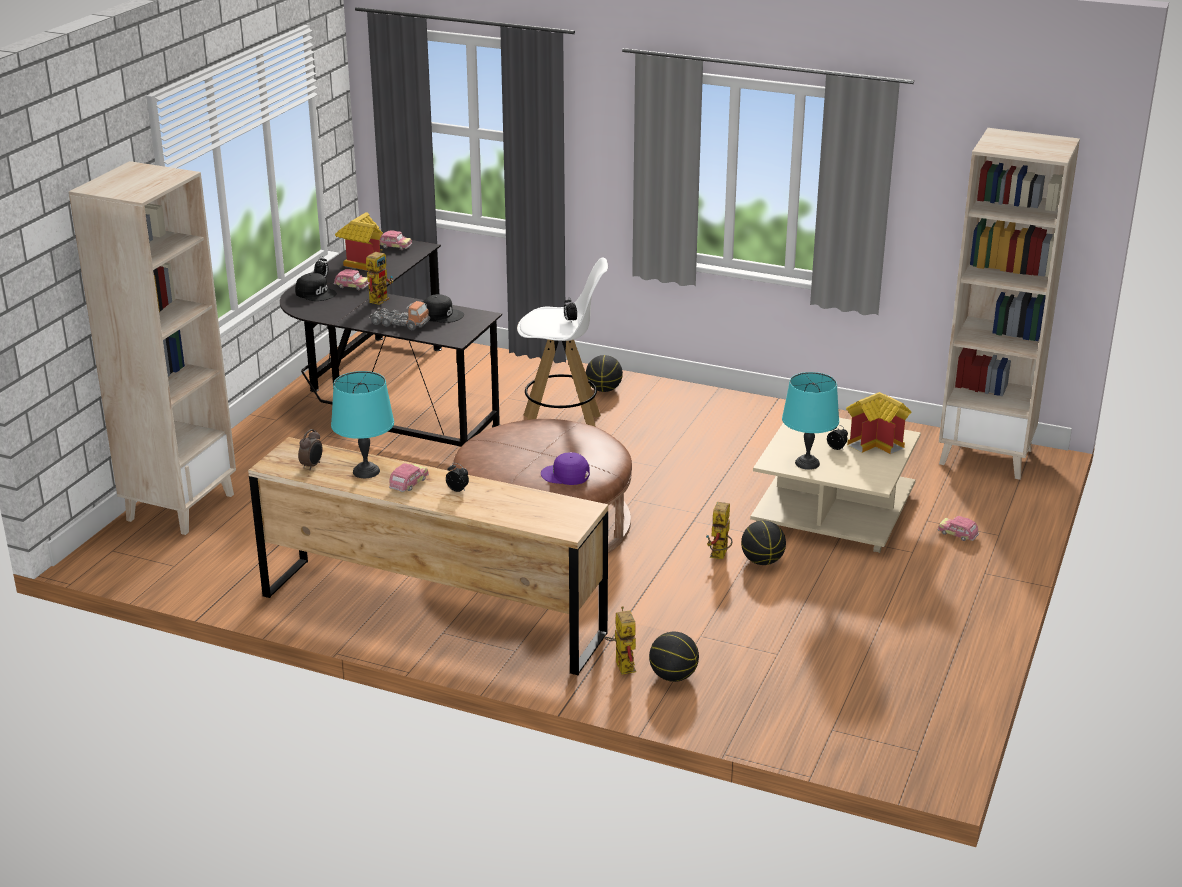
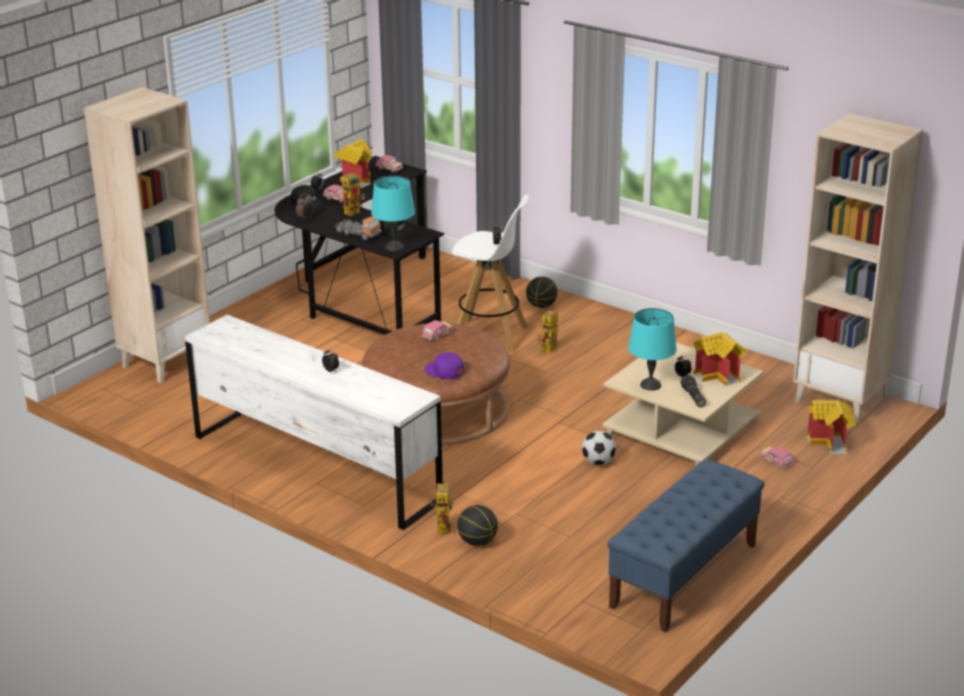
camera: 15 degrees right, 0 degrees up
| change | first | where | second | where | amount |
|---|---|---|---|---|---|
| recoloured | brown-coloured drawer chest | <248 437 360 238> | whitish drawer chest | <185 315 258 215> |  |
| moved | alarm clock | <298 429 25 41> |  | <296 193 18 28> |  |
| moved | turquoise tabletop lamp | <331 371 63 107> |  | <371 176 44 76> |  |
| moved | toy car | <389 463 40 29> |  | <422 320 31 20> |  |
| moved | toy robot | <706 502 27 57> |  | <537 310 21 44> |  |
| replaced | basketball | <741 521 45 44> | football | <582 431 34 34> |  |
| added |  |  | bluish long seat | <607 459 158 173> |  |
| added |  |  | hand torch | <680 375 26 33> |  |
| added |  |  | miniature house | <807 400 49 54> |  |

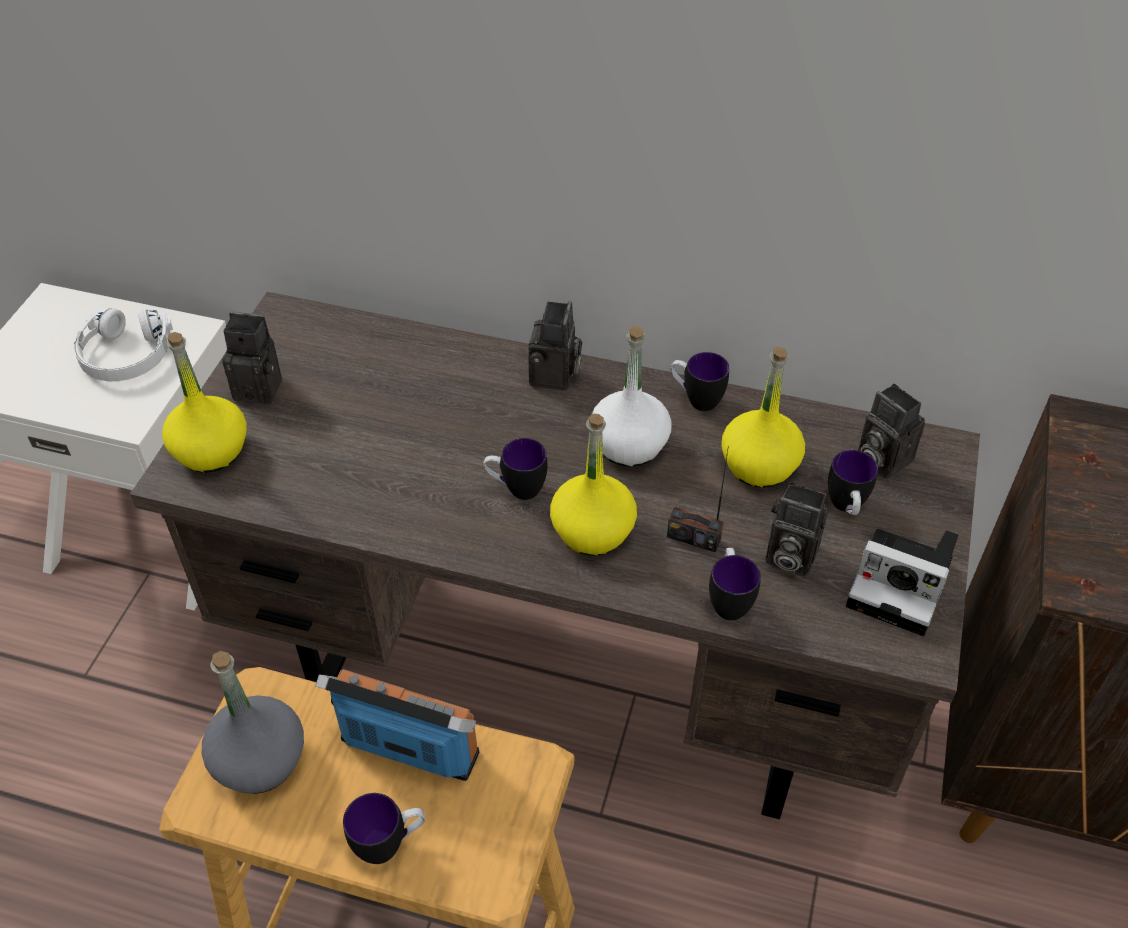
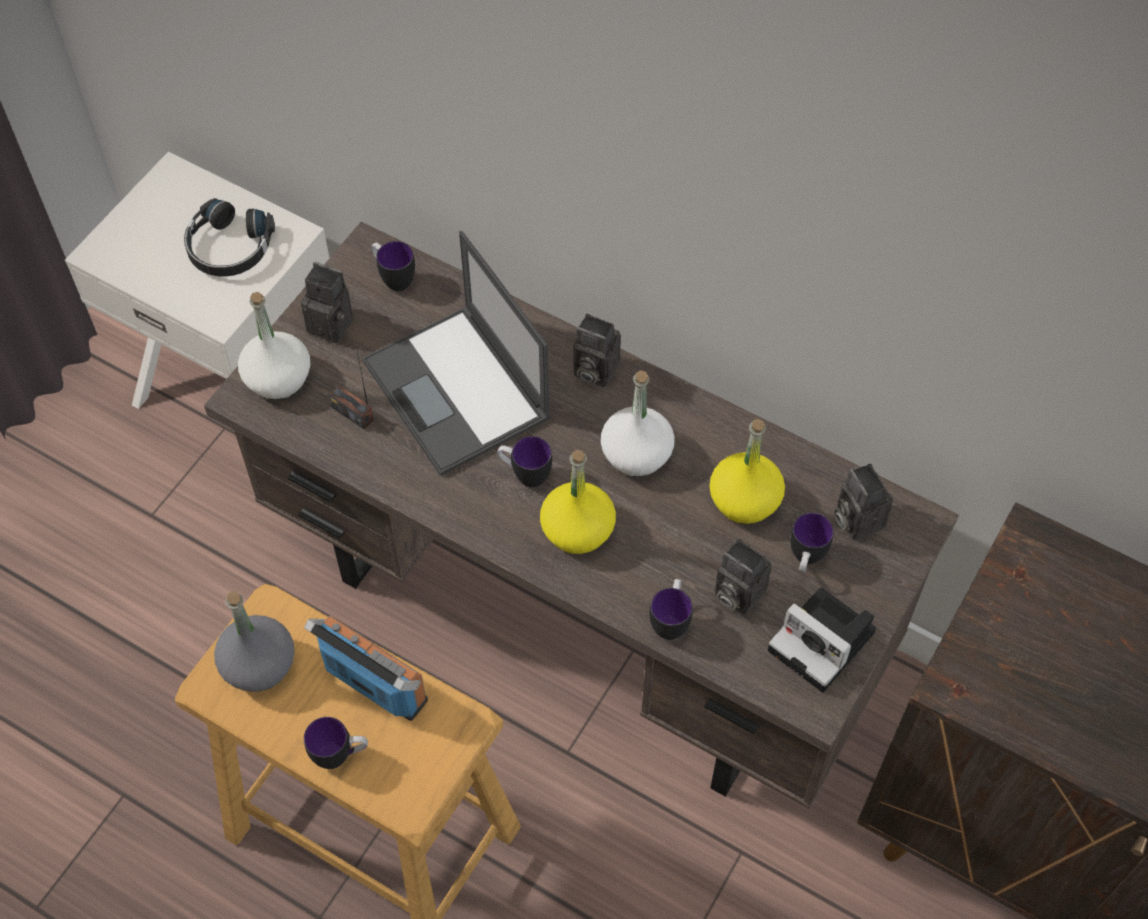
camera: 15 degrees right, 10 degrees up
| change | first | where | second | where | amount |
|---|---|---|---|---|---|
| recoloured | whitish headphones | <74 308 99 73> | blackish headphones | <184 198 91 79> |  |
| recoloured | yellow-coloured beverage bottle | <162 332 85 141> | whitish beverage bottle | <238 292 72 108> |  |
| turned | photo camera | <529 301 53 90> |  | <573 314 48 74> | 90 degrees clockwise |
| moved | radio receiver | <667 446 62 106> |  | <329 352 45 78> |  |
| moved | mug | <670 352 59 59> |  | <371 241 44 50> |  |
| added |  |  | portable computer | <362 231 189 245> |  |

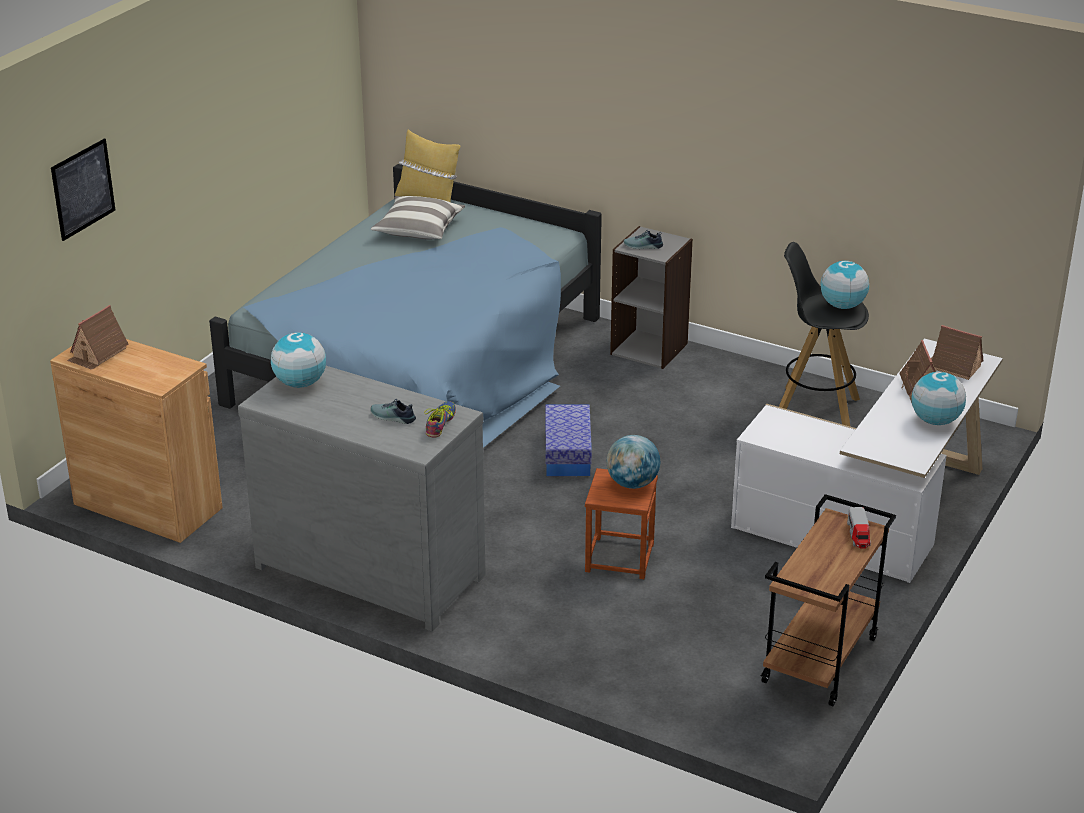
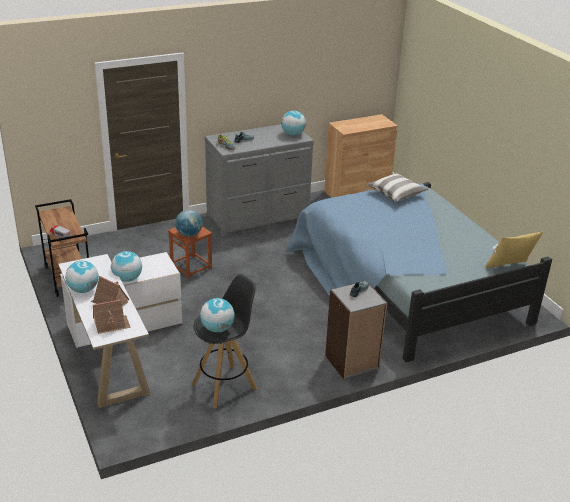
camera: 125 degrees right, 0 degrees up
| change | first | where | second | where | amount |
|---|---|---|---|---|---|
| removed | picture | <51 139 64 102> |  |  |  |
| removed | miniature house | <67 305 61 65> |  |  |  |
| moved | pillow | <371 196 94 43> |  | <366 173 62 29> |  |
| removed | storage container | <545 405 47 71> |  |  |  |
| added |  |  | desk globe | <111 251 31 31> |  |

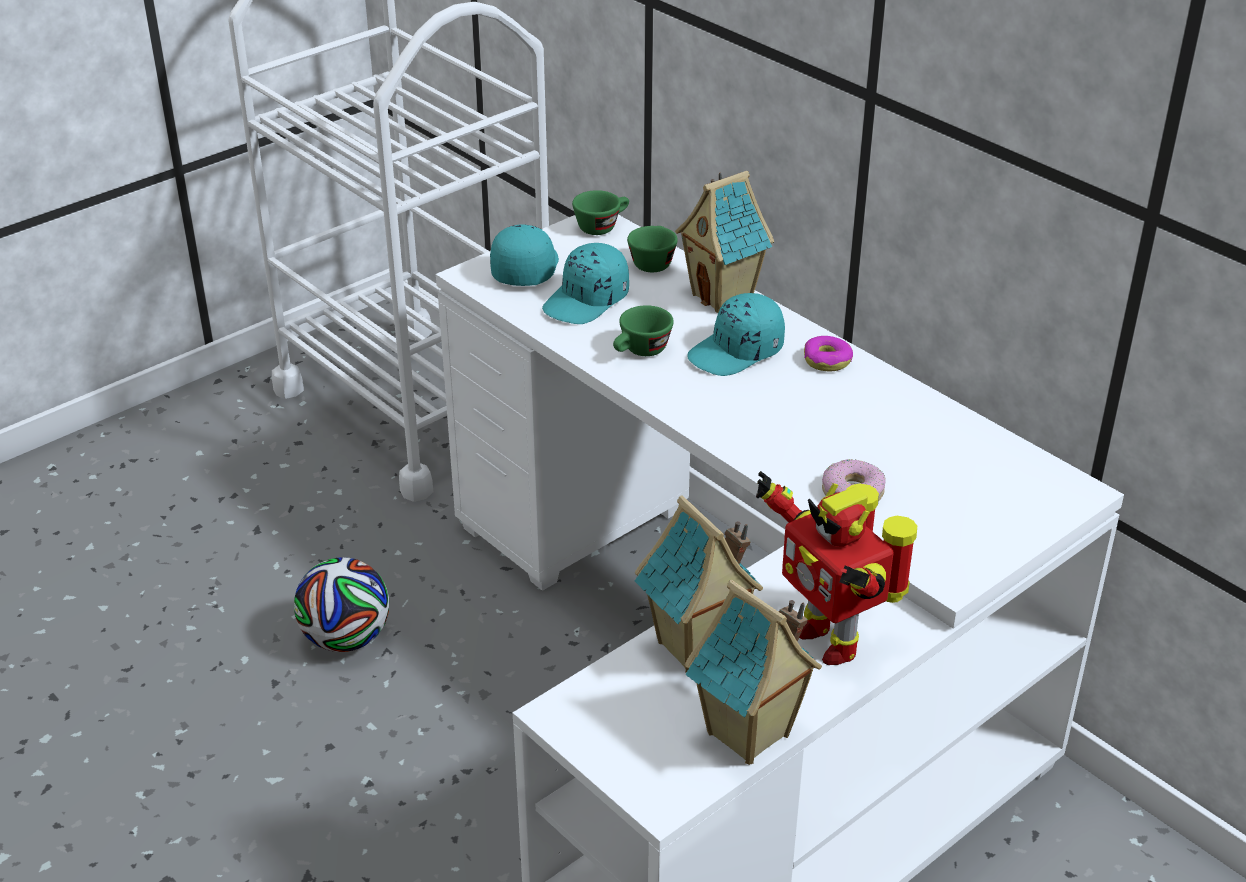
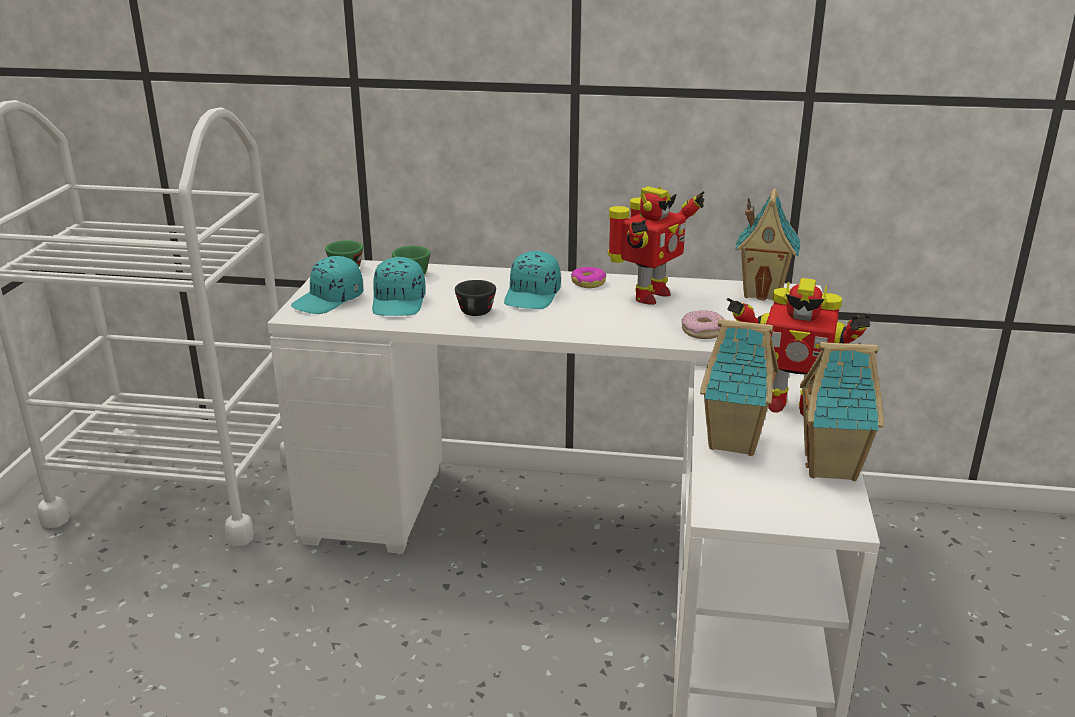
camera: 40 degrees left, 10 degrees down
| change | first | where | second | where | amount |
|---|---|---|---|---|---|
| removed | football | <294 557 95 95> |  |  |  |
| turned | turquoise cap | <490 225 69 61> |  | <291 256 72 58> | 105 degrees counterclockwise |
| recoloured | greenish small cup | <613 305 61 51> | blackish small cup | <455 280 41 36> |  |
| moved | miniature house | <675 171 99 142> |  | <735 188 65 113> |  |
| added |  |  | toy robot | <608 186 97 119> |  |

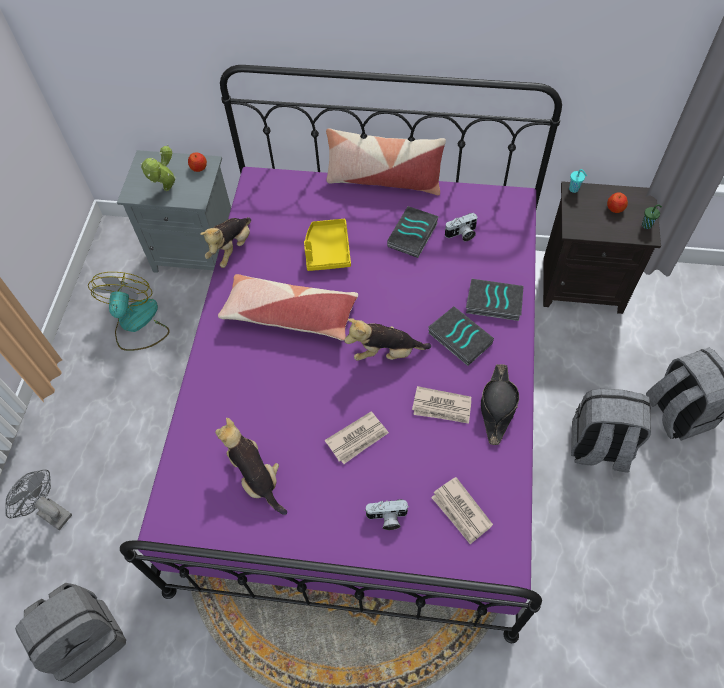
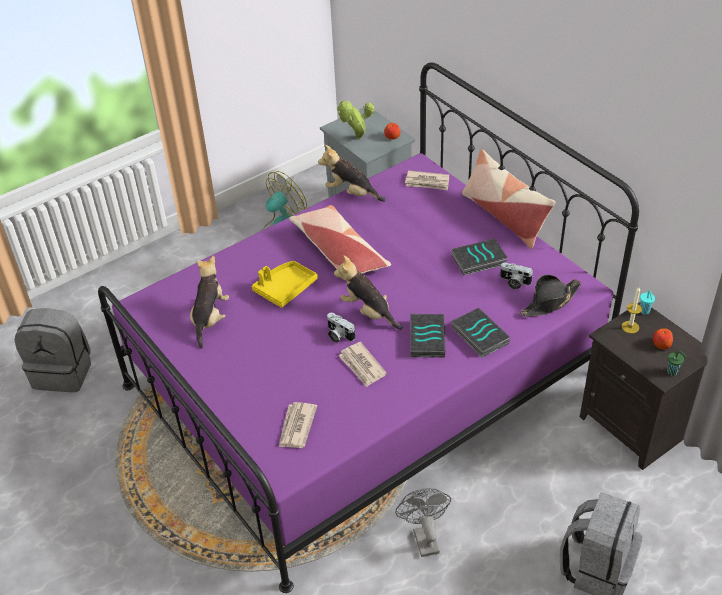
camera: 45 degrees right, 15 degrees down
| change | first | where | second | where | amount |
|---|---|---|---|---|---|
| moved | gray fan | <5 469 67 61> |  | <395 488 56 69> |  |
| turned | soft toy | <200 217 51 51> |  | <318 145 68 57> | 45 degrees clockwise |
| moved | yellow-coloured tray | <304 219 47 52> |  | <252 261 66 47> |  |
| moved | newspaper | <324 411 65 53> |  | <405 170 44 20> |  |
| moved | photo camera | <364 499 45 31> |  | <327 313 28 30> |  |
| moved | blackish clothing hat | <481 364 38 81> |  | <520 275 61 42> |  |
| removed | gray knapsack | <571 389 80 84> |  |  |  |
| added |  |  | wax light | <622 287 20 47> |  |

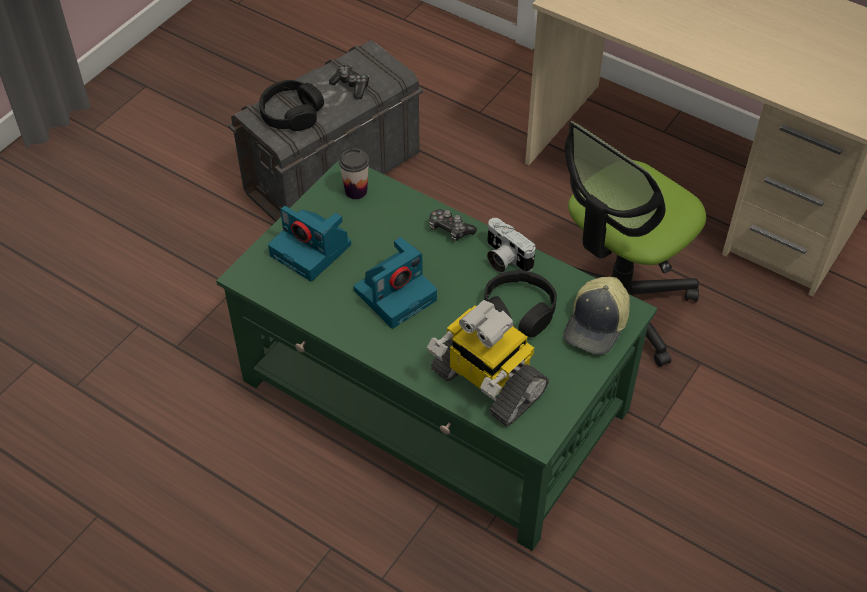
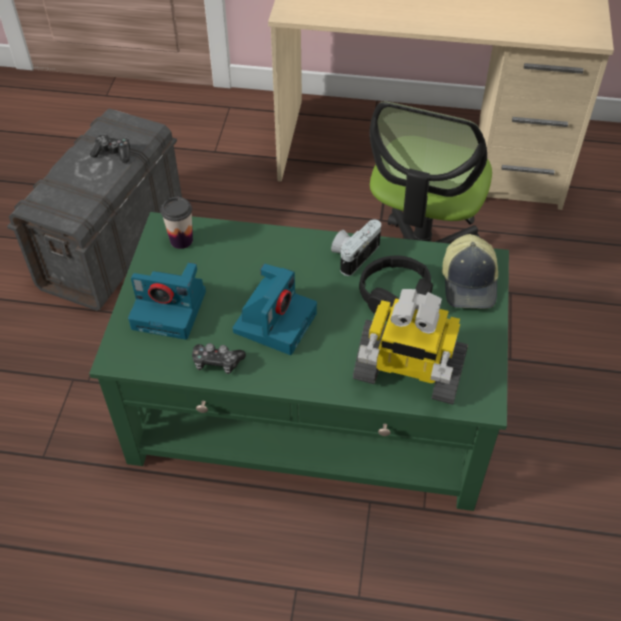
camera: 25 degrees left, 0 degrees up
| change | first | where | second | where | amount |
|---|---|---|---|---|---|
| removed | blackish headphones | <259 80 65 51> |  |  |  |
| moved | gamepad | <429 209 48 32> |  | <192 343 54 31> |  |
| turned | photo camera | <487 218 49 55> |  | <331 219 50 57> | 105 degrees clockwise |

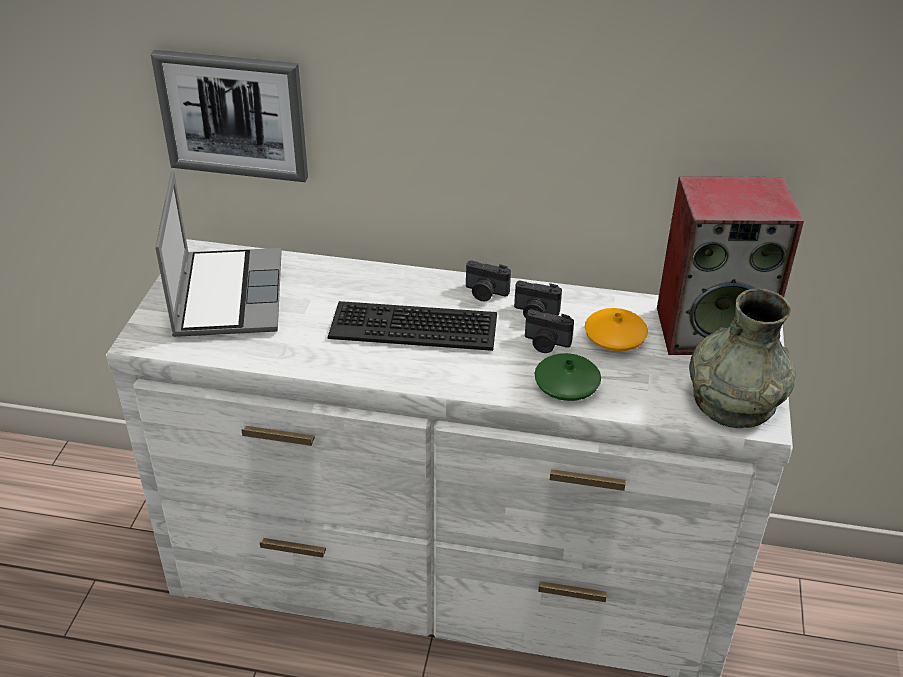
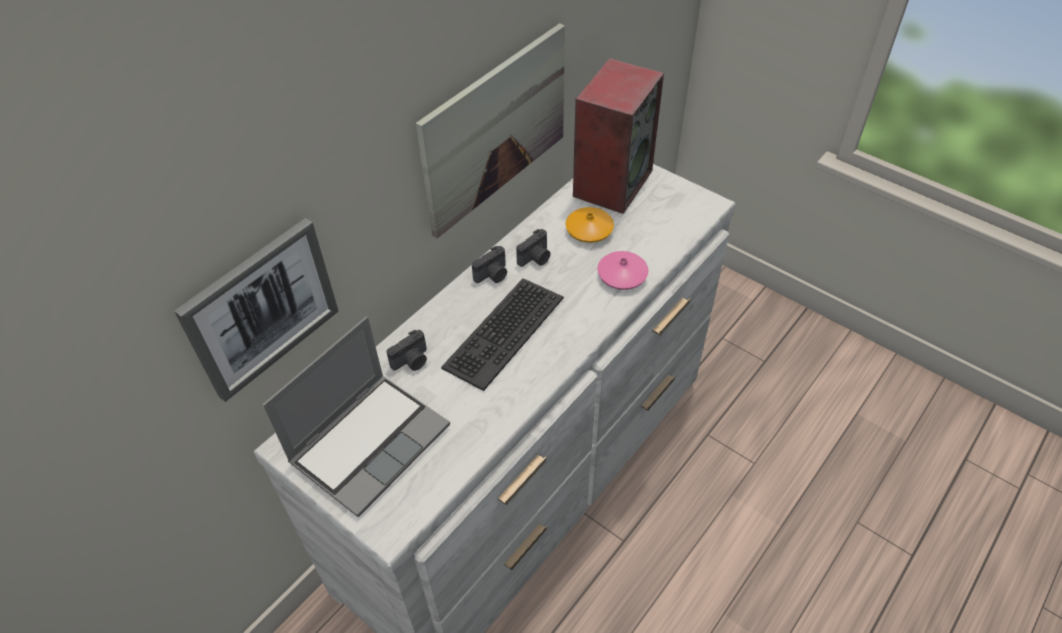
camera: 60 degrees left, 10 degrees up
| change | first | where | second | where | amount |
|---|---|---|---|---|---|
| turned | portable computer | <155 171 127 166> |  | <263 317 187 200> | 105 degrees clockwise |
| moved | photo camera | <525 309 49 44> |  | <386 330 41 41> |  |
| recoloured | greenish decorative vase | <534 353 67 48> | pink-coloured decorative vase | <597 251 51 39> |  |
| removed | gray decorative vase | <689 288 107 140> |  |  |  |
| added |  |  | picture | <416 23 149 216> |  |

